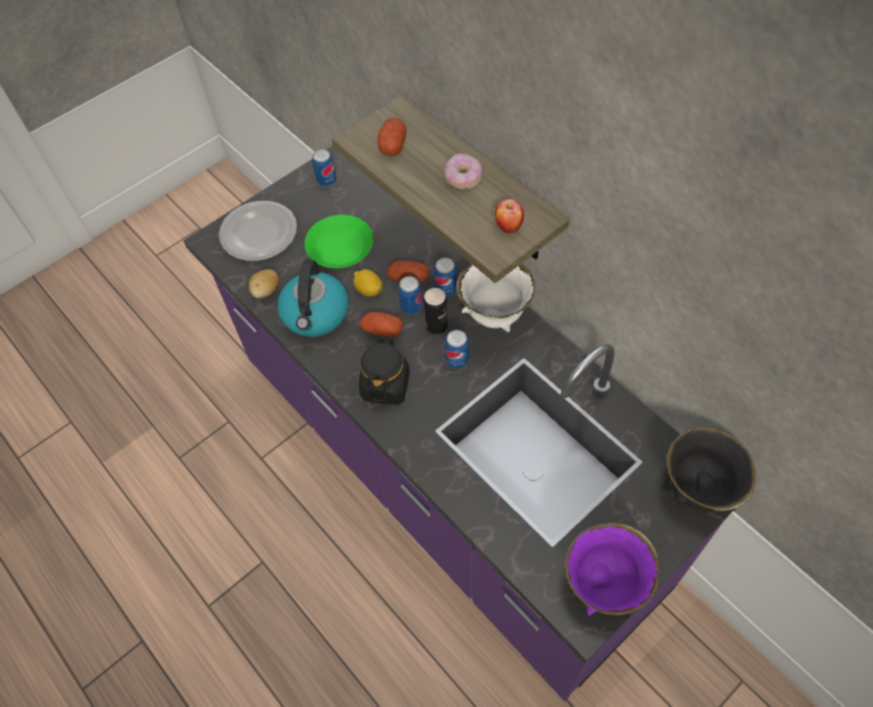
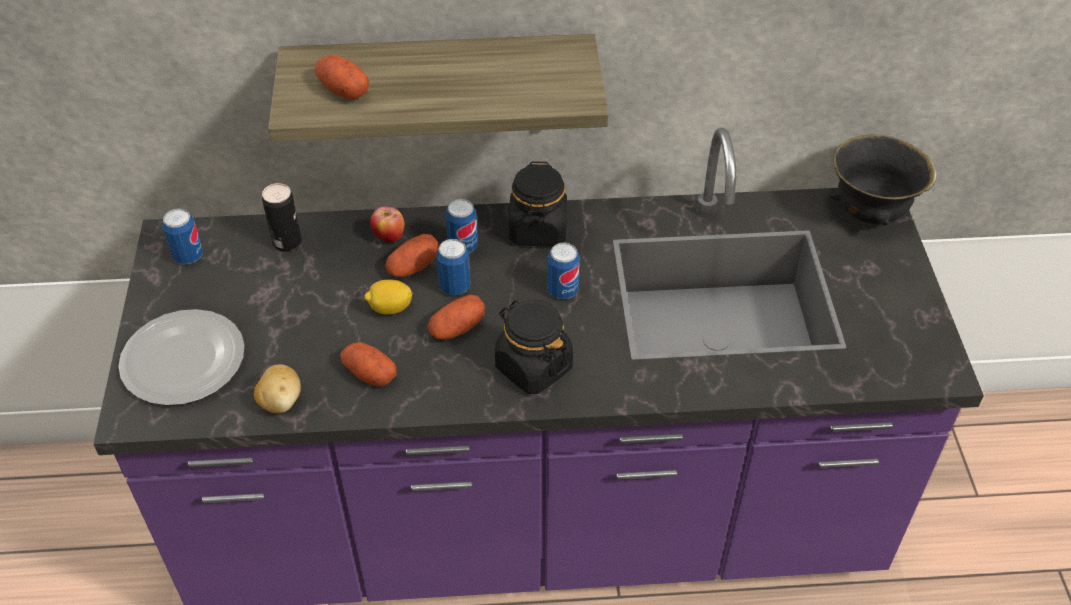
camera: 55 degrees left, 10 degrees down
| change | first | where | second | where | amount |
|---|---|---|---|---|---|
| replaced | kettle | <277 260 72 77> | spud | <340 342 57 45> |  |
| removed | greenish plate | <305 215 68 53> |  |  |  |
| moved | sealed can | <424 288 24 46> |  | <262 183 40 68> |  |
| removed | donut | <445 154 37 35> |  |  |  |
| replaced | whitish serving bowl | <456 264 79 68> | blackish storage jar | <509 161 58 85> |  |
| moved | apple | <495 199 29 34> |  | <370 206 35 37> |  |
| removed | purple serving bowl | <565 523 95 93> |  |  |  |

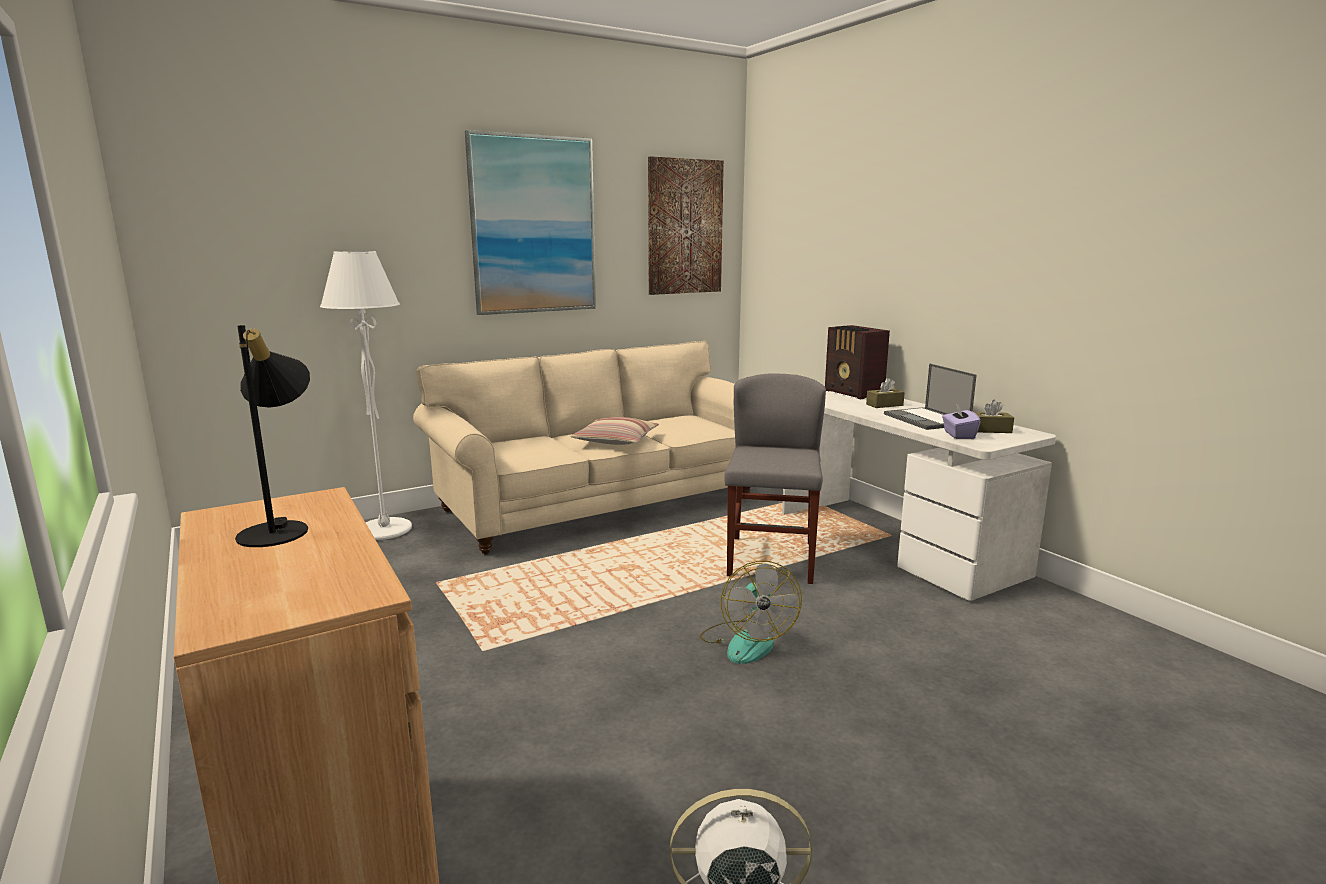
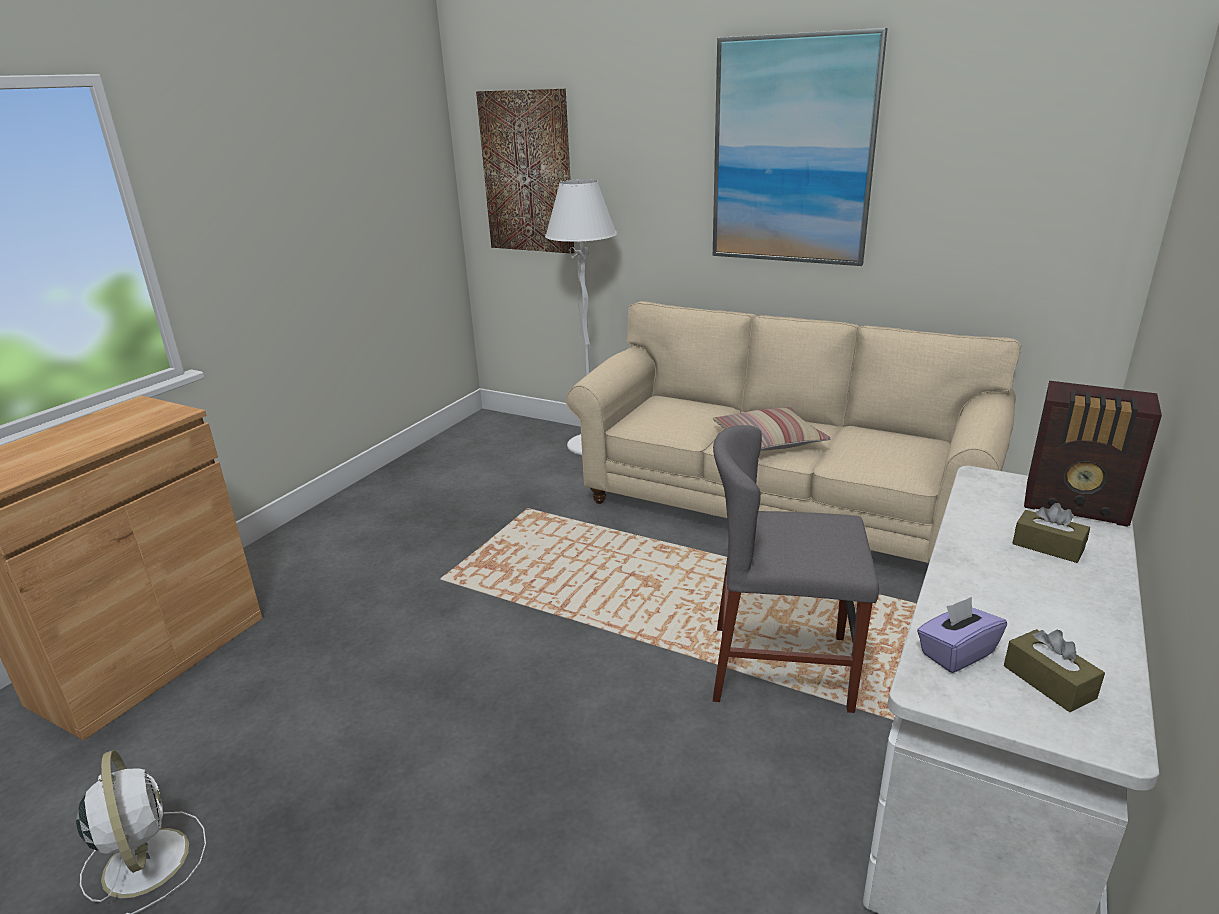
camera: 60 degrees right, 10 degrees up
| change | first | where | second | where | amount |
|---|---|---|---|---|---|
| removed | blackish tabletop lamp | <235 325 75 222> |  |  |  |
| moved | picture | <648 156 76 139> |  | <476 89 98 165> |  |
| removed | fan | <700 561 102 103> |  |  |  |
| turned | gray upright chair | <724 373 102 211> |  | <713 425 166 288> | 150 degrees counterclockwise |
| turned | radio receiver | <825 325 65 74> |  | <1024 381 138 146> | 90 degrees counterclockwise |
| removed | portable computer | <884 364 93 66> |  |  |  |

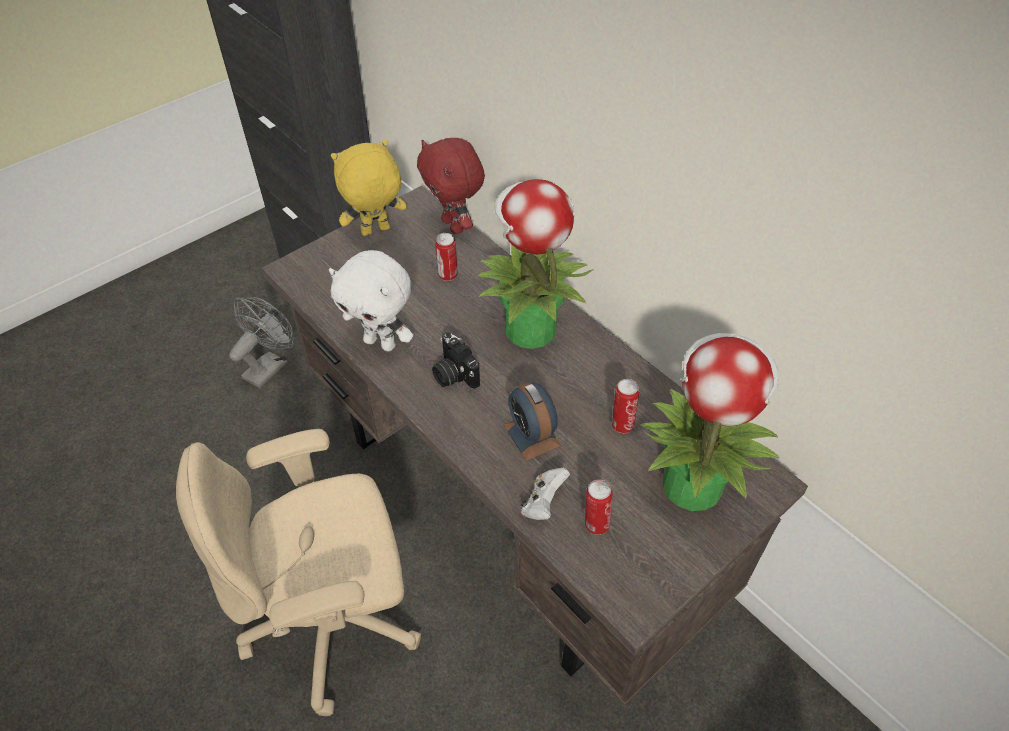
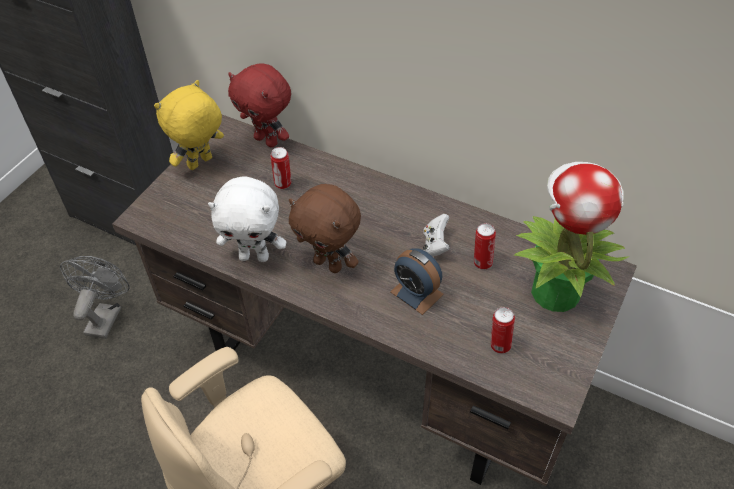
camera: 20 degrees left, 0 degrees up
| change | first | where | second | where | amount |
|---|---|---|---|---|---|
| replaced | photo camera | <432 332 48 57> | brown-coloured soft toy | <289 184 72 89> |  |
| removed | plant in a pot | <476 179 117 170> |  |  |  |
| moved | whitish gamepad | <520 468 50 52> |  | <423 214 27 43> |  |

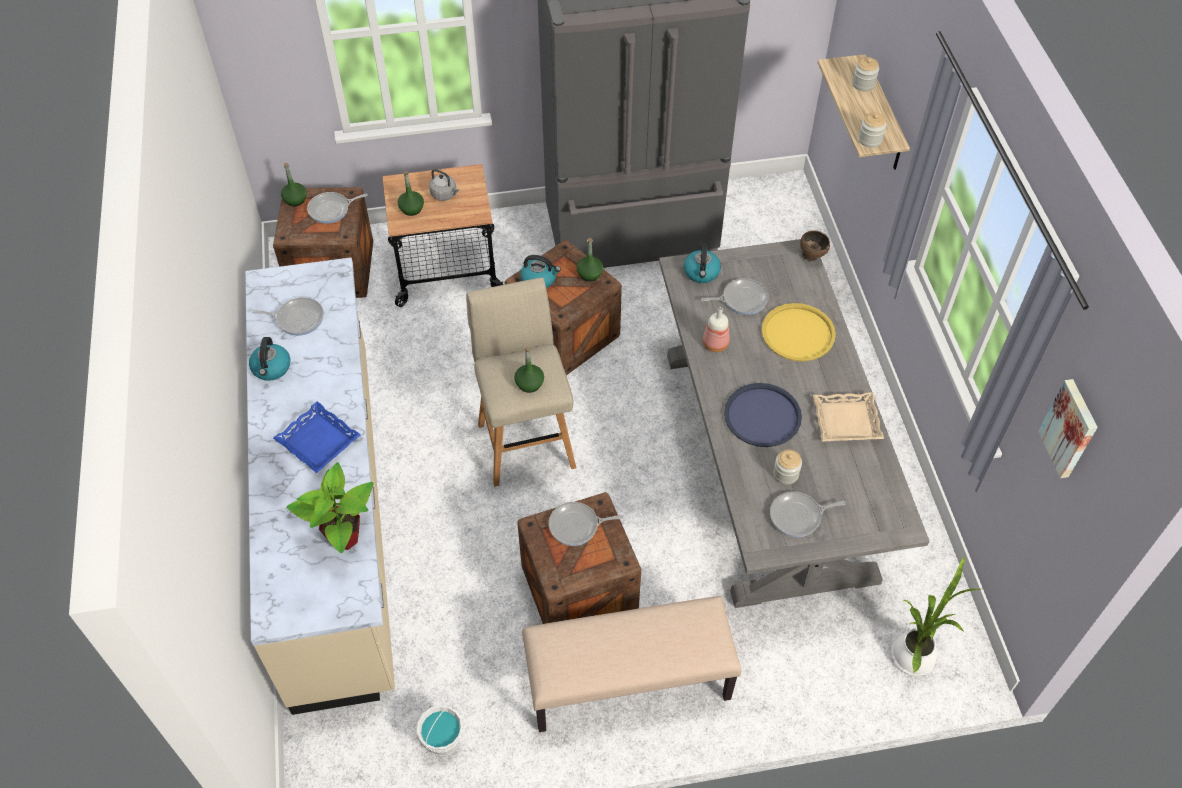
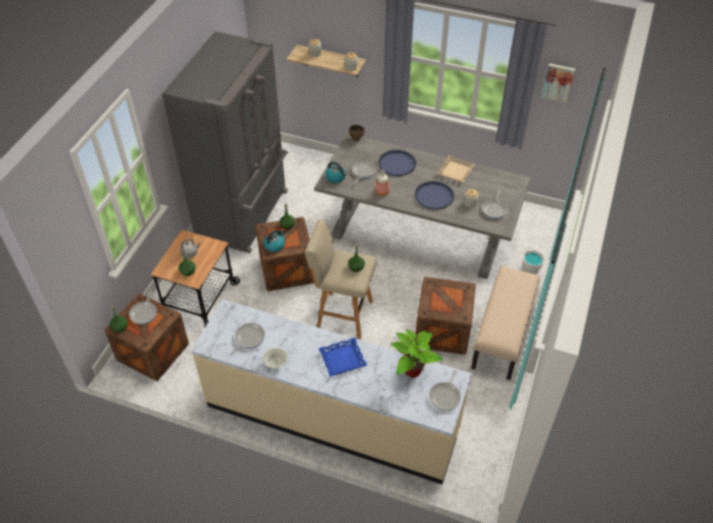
camera: 60 degrees left, 5 degrees down
| change | first | where | second | where | amount |
|---|---|---|---|---|---|
| replaced | kettle | <249 337 41 44> | whitish serving bowl | <263 348 25 20> |  |
| moved | whitish pail | <417 705 46 52> |  | <523 247 22 27> |  |
| moved | frying pan | <549 502 74 44> |  | <429 370 32 41> |  |
| recoloured | yellow-coloured tray | <761 303 75 58> | bluish tray | <378 150 38 26> |  |
| removed | plant in a pot | <891 554 90 122> |  |  |  |

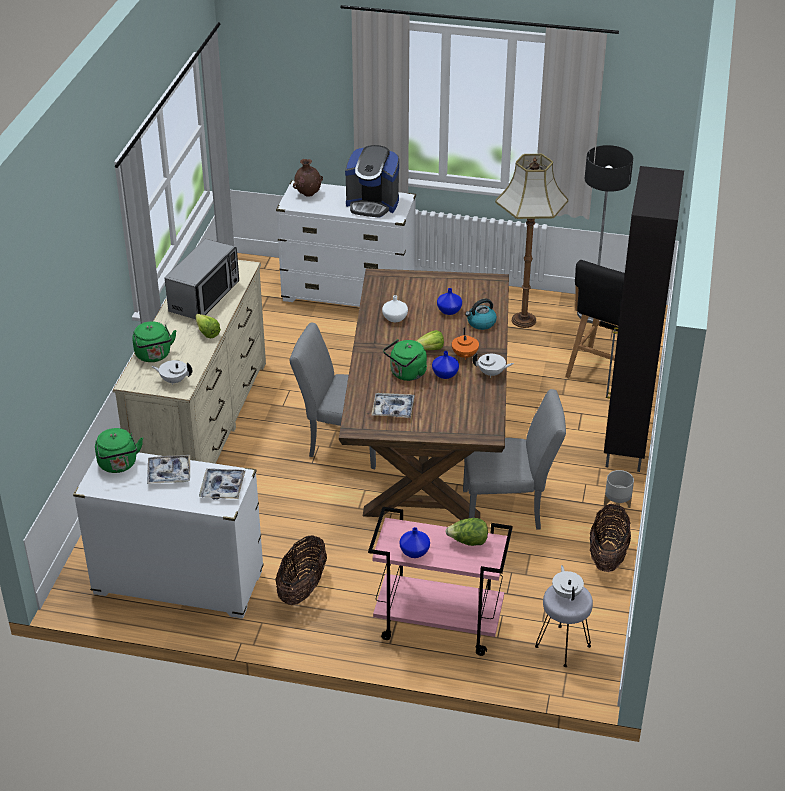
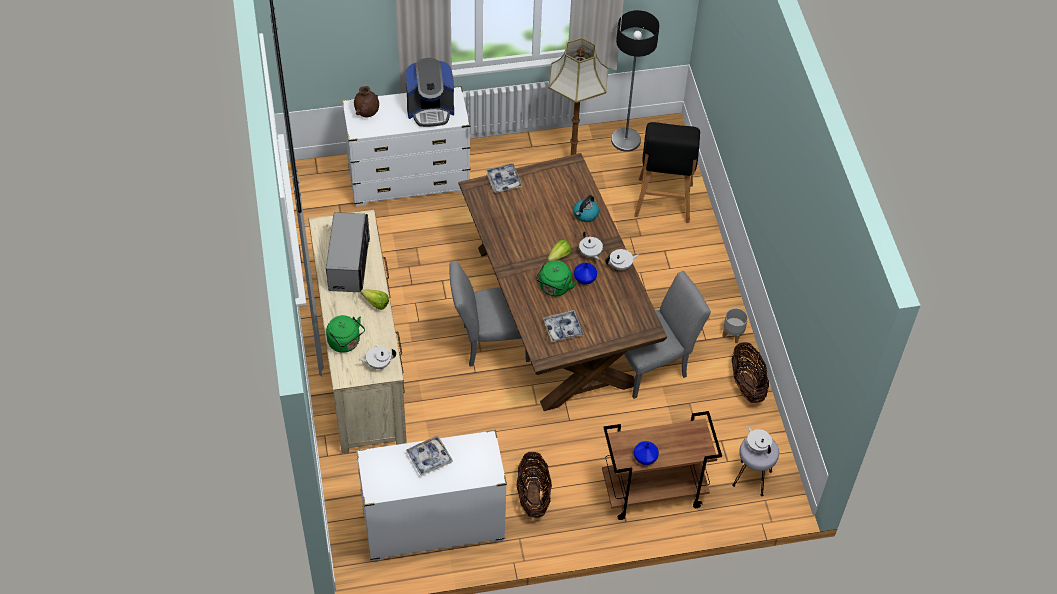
camera: 25 degrees left, 15 degrees up
| change | first | where | second | where | amount |
|---|---|---|---|---|---|
| removed | greenish kettle | <95 428 48 45> |  |  |  |
| moved | tray | <199 468 46 31> |  | <485 163 38 30> |  |
| recoloured | pink-coloured wheeled cart | <368 507 145 149> | brown-coloured wheeled cart | <602 411 120 109> |  |
| removed | whitish decorative vase | <382 295 26 27> |  |  |  |
| removed | bluish decorative vase | <437 288 25 27> |  |  |  |
| removed | lettuce | <445 518 43 28> |  |  |  |
| recoloured | orange tea pot | <452 328 27 32> | whitish tea pot | <579 231 24 29> |  |
| removed | blackish cupboard | <604 166 80 306> |  |  |  |

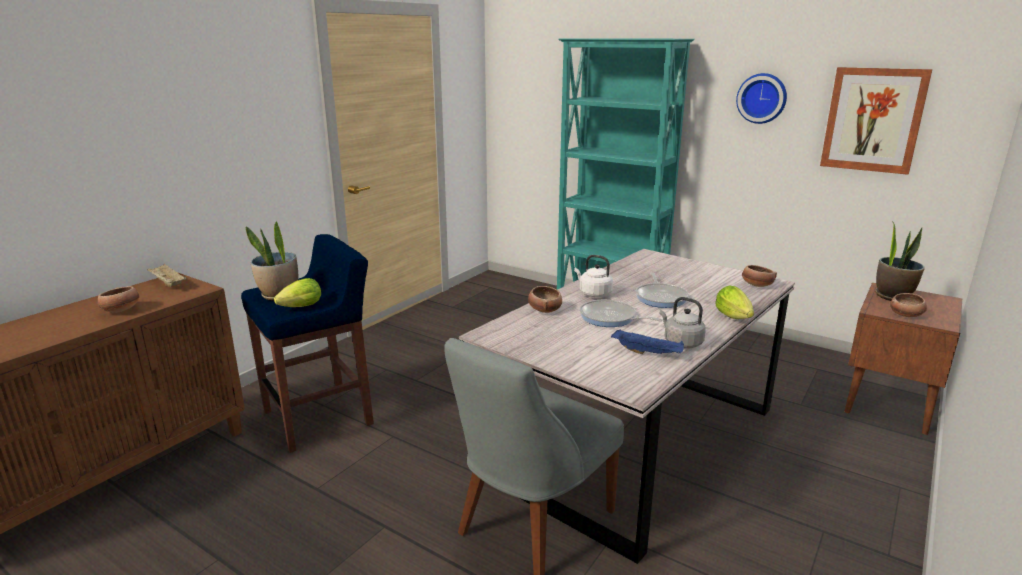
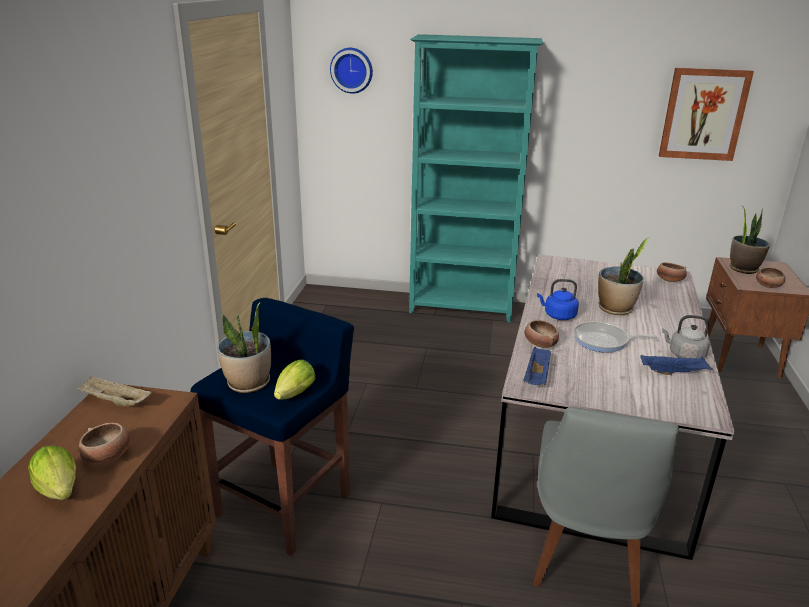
camera: 25 degrees left, 5 degrees up
| change | first | where | second | where | amount |
|---|---|---|---|---|---|
| recoloured | whitish kettle | <574 255 39 42> | bluish kettle | <537 279 42 41> |  |
| replaced | frying pan | <636 272 53 36> | plant in a pot | <598 237 52 78> |  |
| moved | lettuce | <715 286 39 33> |  | <28 445 48 55> |  |
| moved | hanging clock | <736 73 51 51> |  | <330 48 43 46> |  |
| added |  |  | bluish tray | <523 347 28 38> |  |

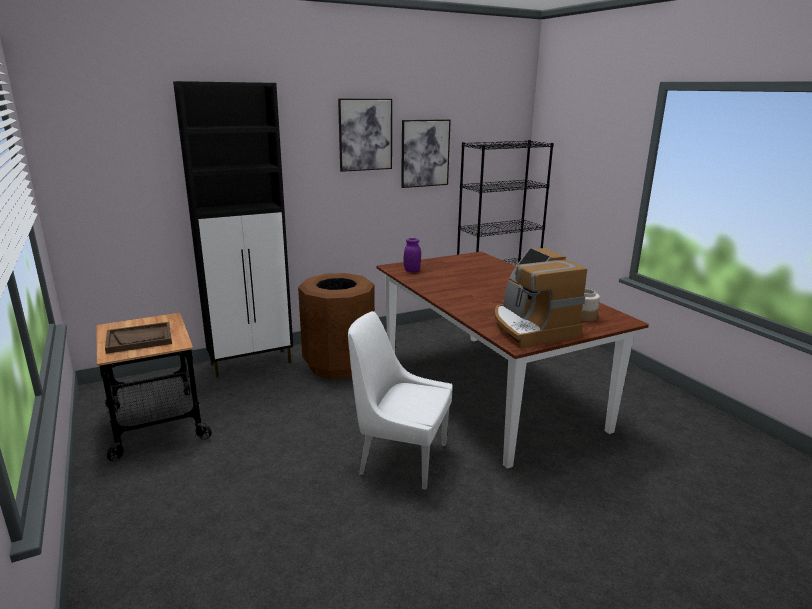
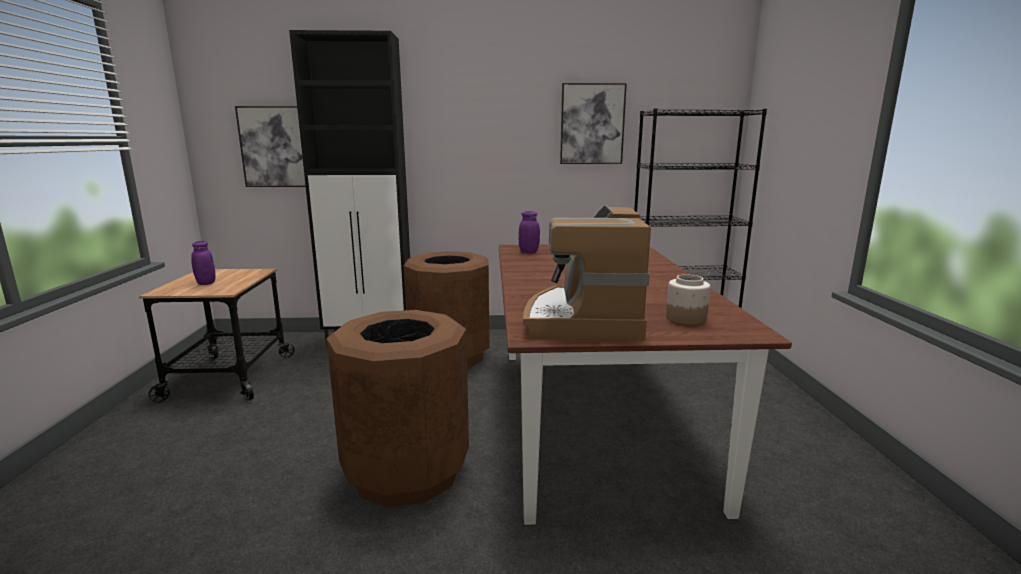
camera: 25 degrees right, 5 degrees down
| change | first | where | second | where | amount |
|---|---|---|---|---|---|
| replaced | brown-coloured tray | <105 322 67 32> | purple storage jar | <191 241 24 44> |  |
| moved | picture | <338 98 54 74> |  | <235 106 71 81> |  |
| replaced | whitish upright chair | <348 311 105 179> | brown-coloured rubbish bin | <327 310 142 197> |  |

